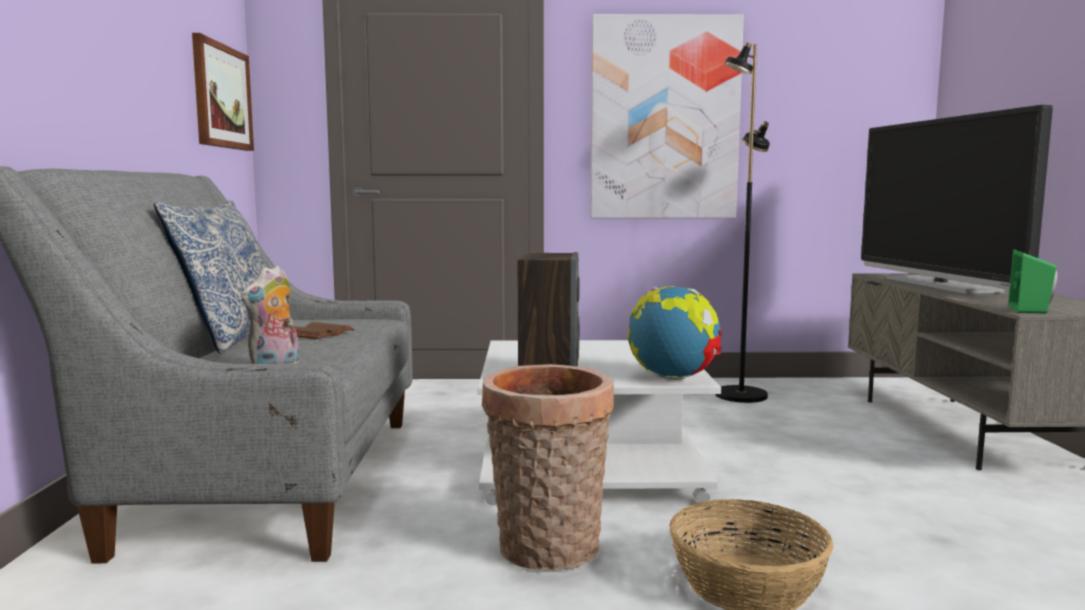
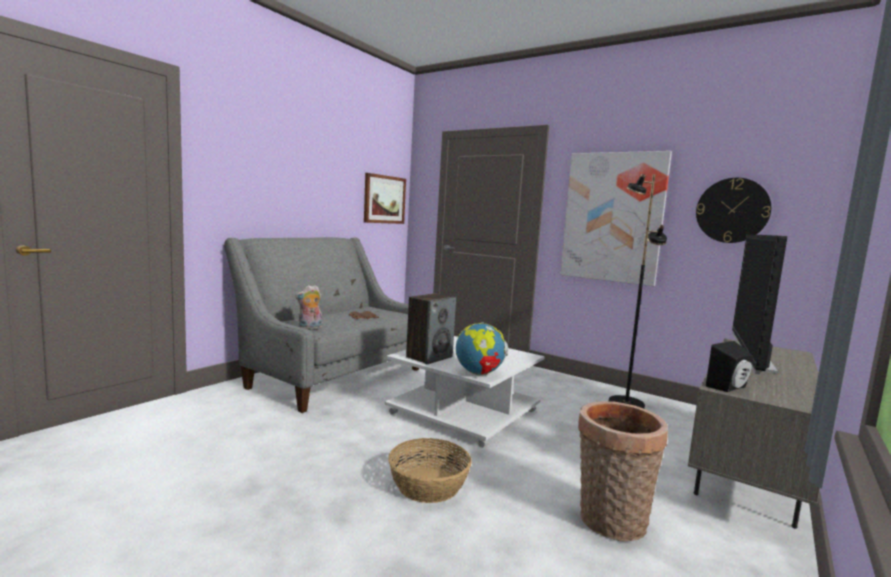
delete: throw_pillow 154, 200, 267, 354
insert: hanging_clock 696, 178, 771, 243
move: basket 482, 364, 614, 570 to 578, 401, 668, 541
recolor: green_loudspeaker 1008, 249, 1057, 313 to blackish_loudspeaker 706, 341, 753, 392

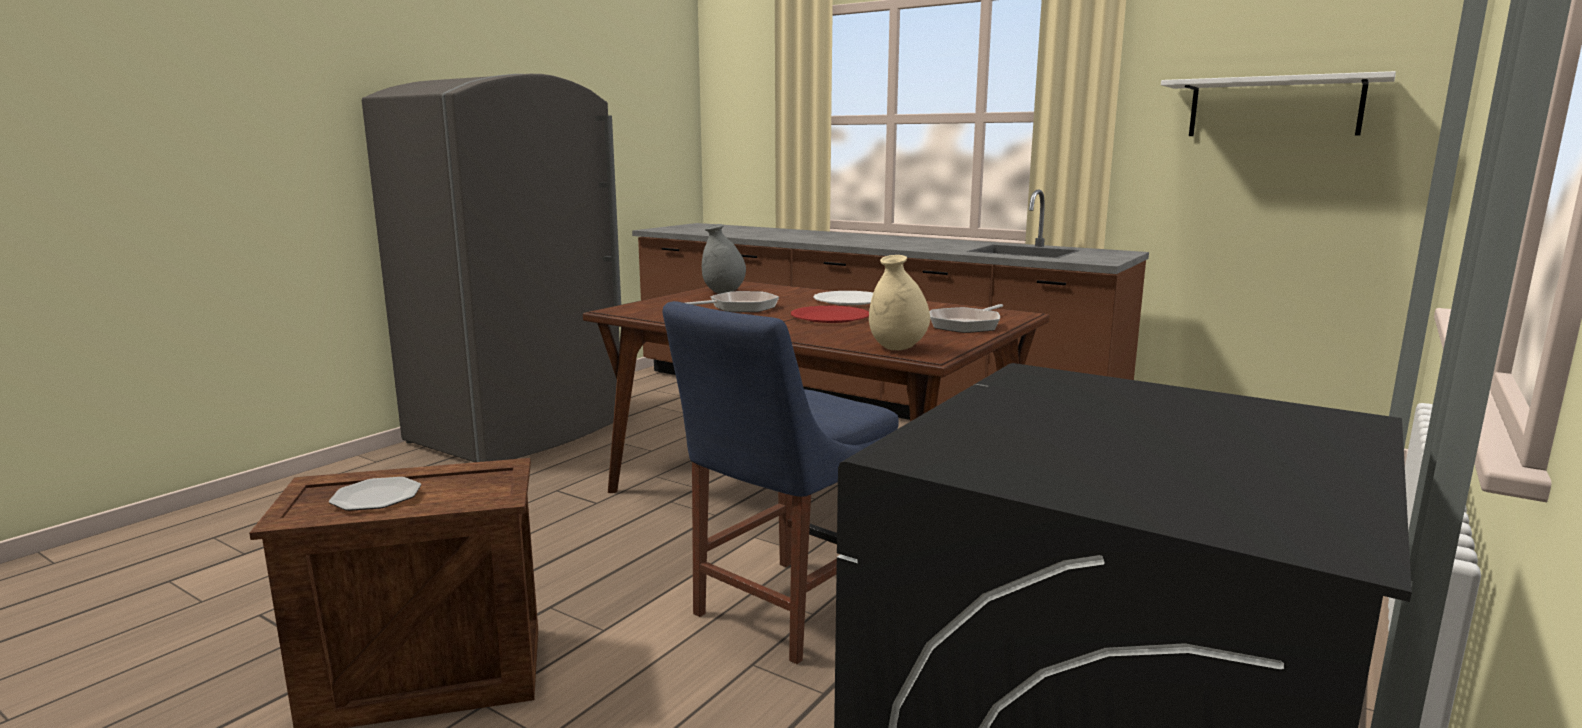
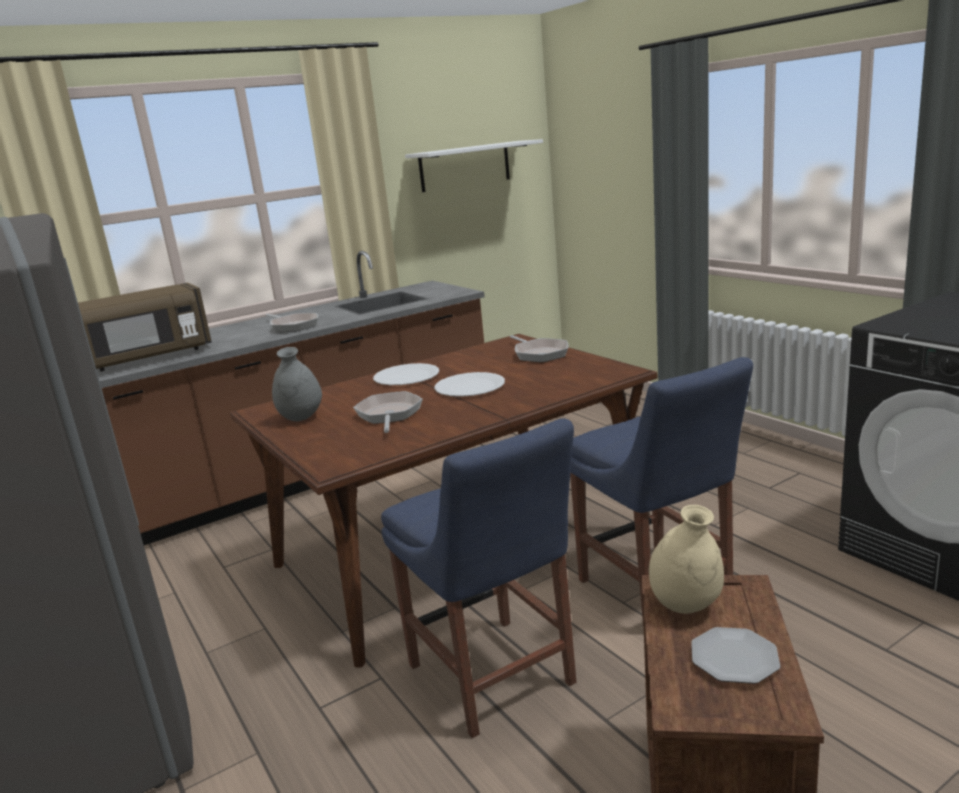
insert: brownish_kitchen_microwave 78, 283, 212, 371; pan 266, 313, 318, 332; bluish_plain_chair 381, 418, 577, 738
move: beige-coloured_vase 869, 255, 930, 350 to 649, 505, 724, 614
recolor: red_plate 791, 306, 869, 323 to whitish_plate 434, 372, 505, 397

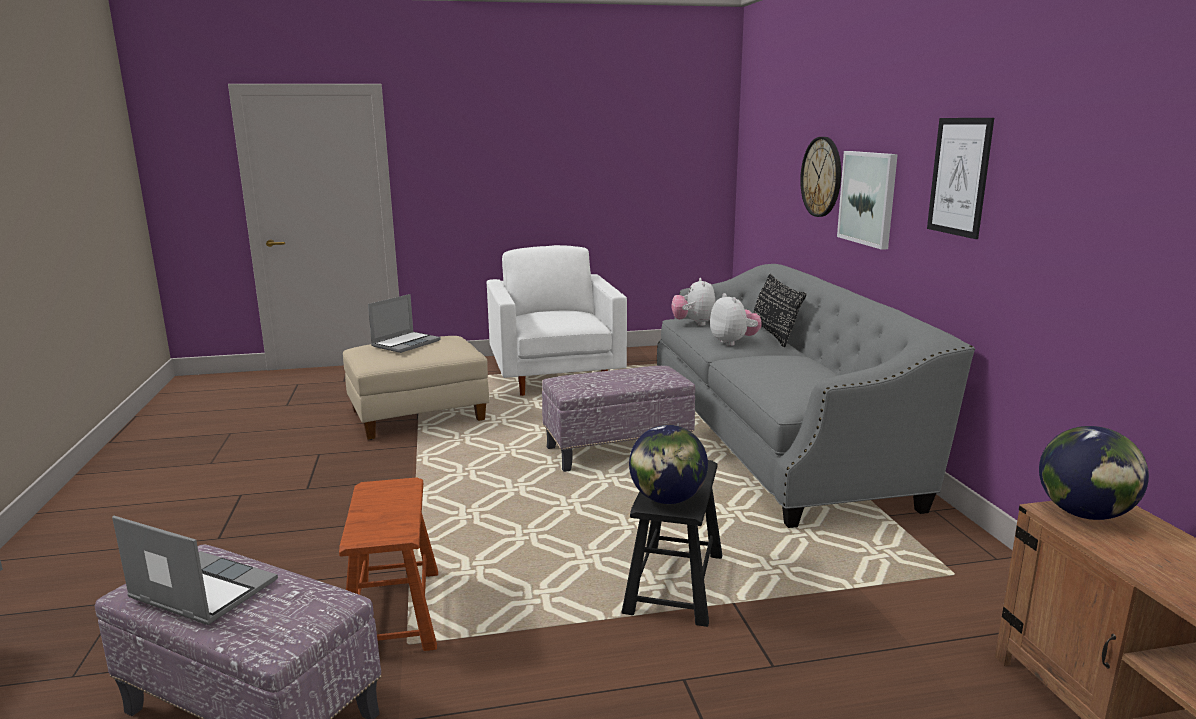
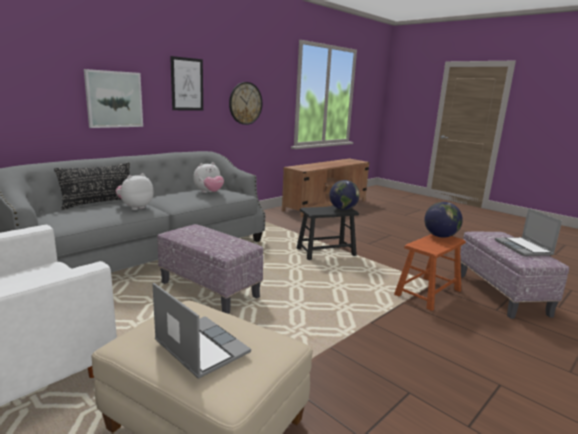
move: plush_toy 671, 278, 715, 326 to 193, 162, 224, 193; hanging_clock 800, 137, 841, 217 to 229, 82, 262, 125; world_globe 1039, 426, 1149, 520 to 424, 202, 463, 238
rotate: portable_computer 368, 294, 440, 353 = 152, 283, 251, 379 45 degrees clockwise

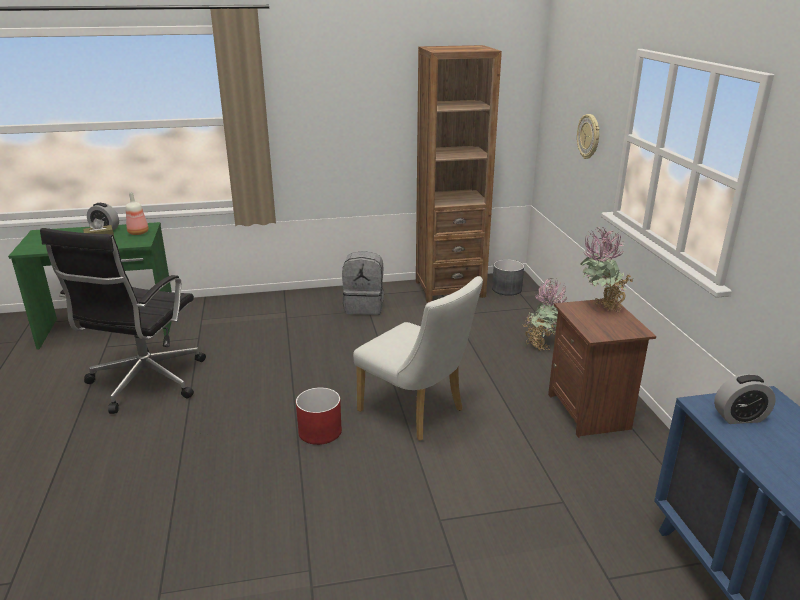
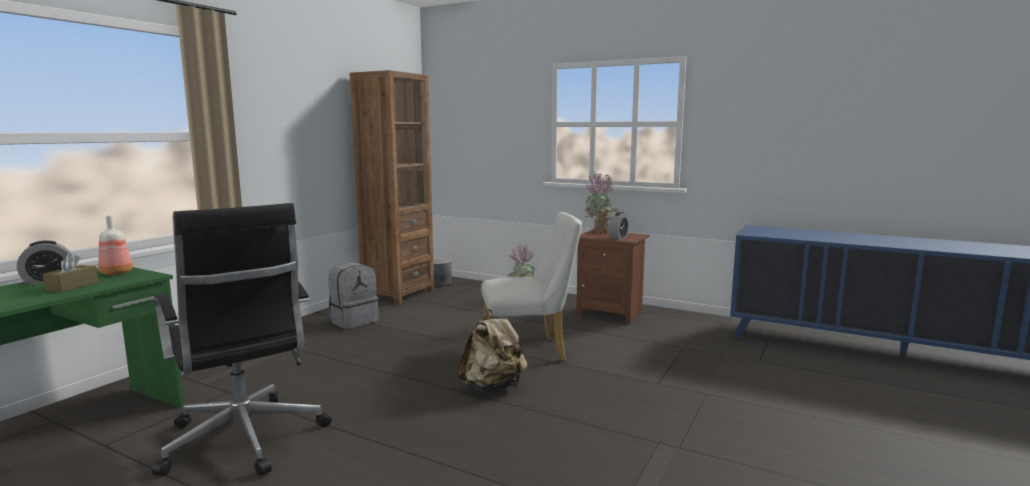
delete: hanging_clock 577, 114, 600, 159
move: alarm_clock 714, 374, 776, 424 to 609, 212, 629, 240
replace: red_planter 296, 387, 342, 445 to beige-coloured_knapsack 457, 309, 527, 391

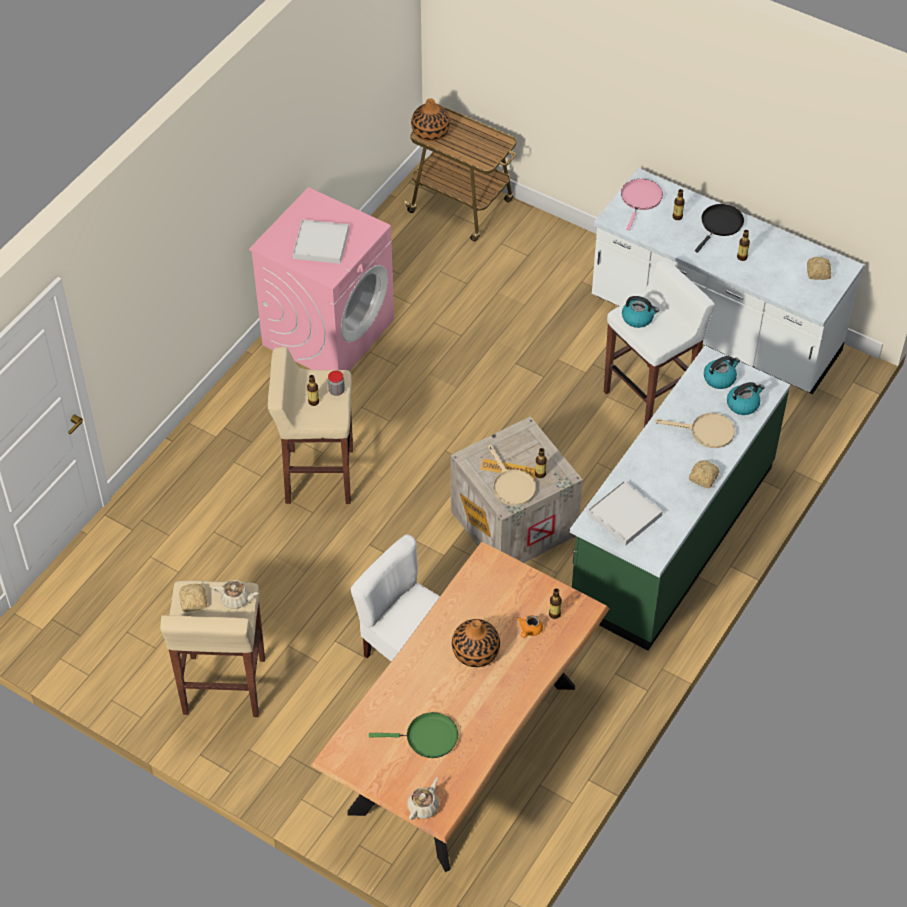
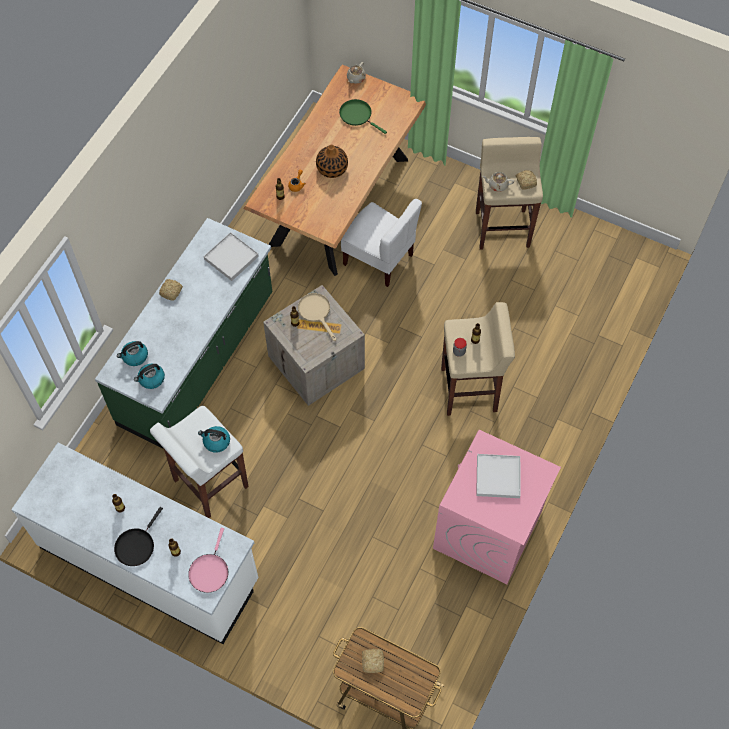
delete: vase 411, 98, 450, 141; beige-coloured_pan 655, 413, 735, 448
move: bakery_bread 807, 257, 831, 280 to 362, 648, 384, 673
rotate: green_pan 369, 712, 458, 758 = 339, 99, 387, 134 45 degrees clockwise

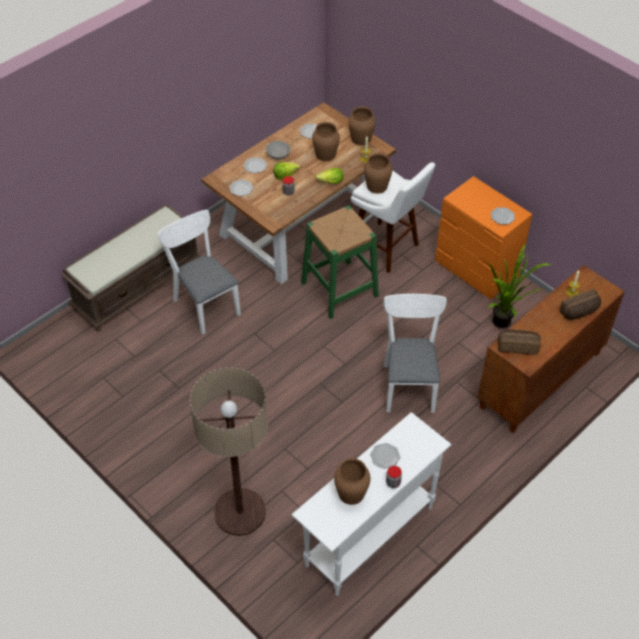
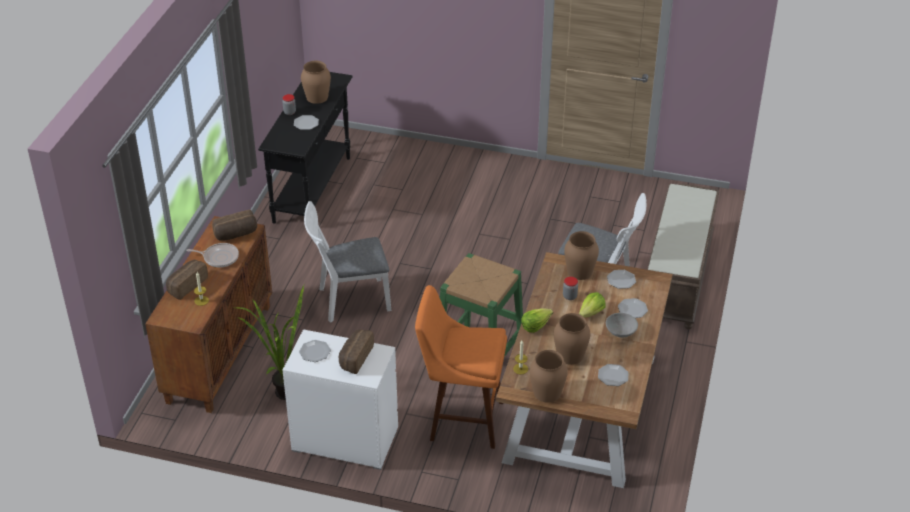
delete: floor_lamp 190, 367, 268, 536
insert: pan 186, 243, 239, 267; bakery_bread 339, 330, 374, 374
move: brownish_vase 364, 153, 392, 194 to 564, 231, 599, 280
recolor: whitish_console_table 291, 412, 451, 596 to blackish_console_table 258, 72, 353, 223; whitish_sitting_stool 351, 162, 435, 273 to orange_sitting_stool 415, 285, 507, 449; orange_dresser 435, 176, 532, 299 to whitish_dresser 283, 329, 398, 470
rotate: whitish_plain_chair 384, 294, 447, 413 = 304, 201, 391, 323 105 degrees clockwise

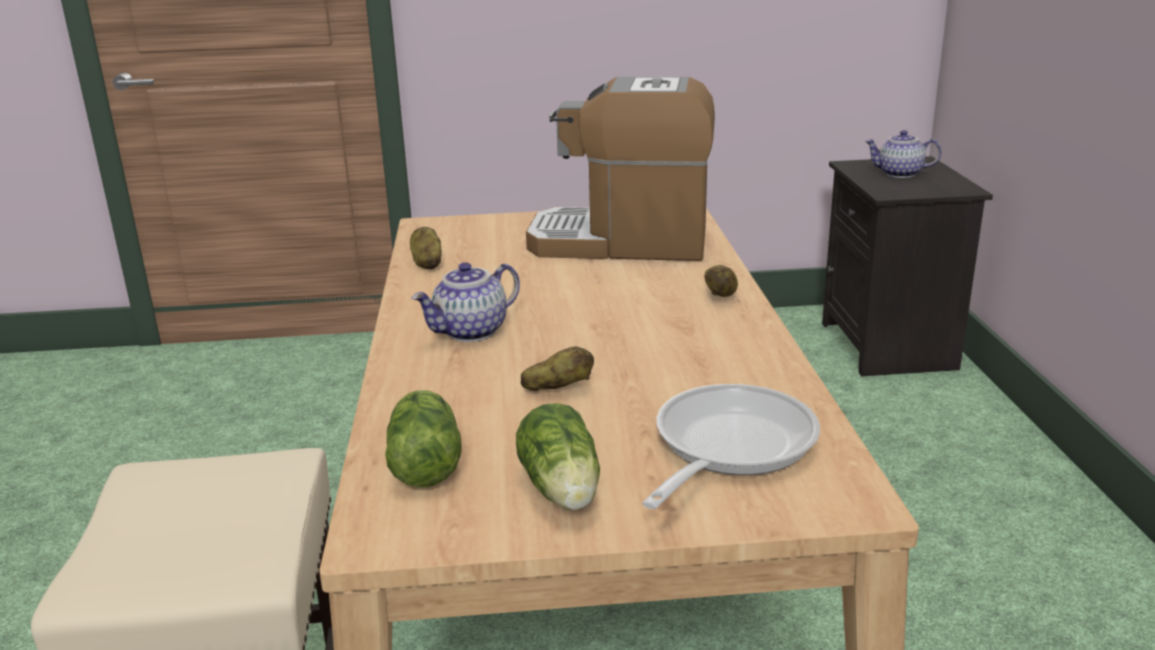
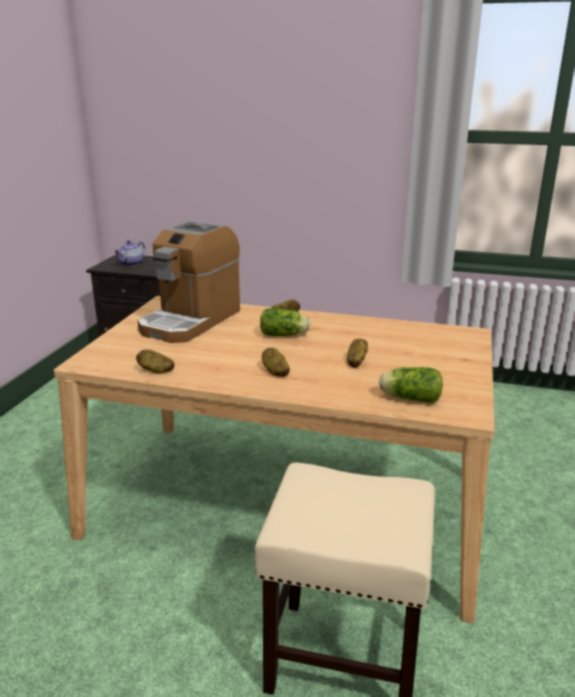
delete: pan 642, 384, 820, 509
move: head_of_lettuce 516, 403, 600, 510 to 260, 308, 311, 336
replace: teapot 412, 262, 520, 342 to whole_potato 262, 348, 290, 377

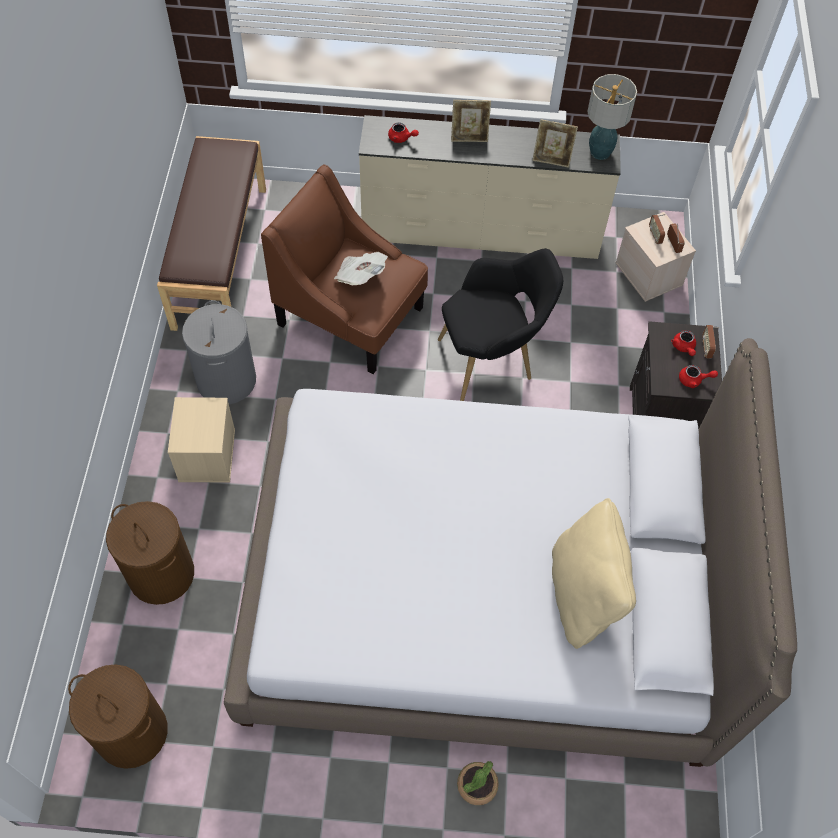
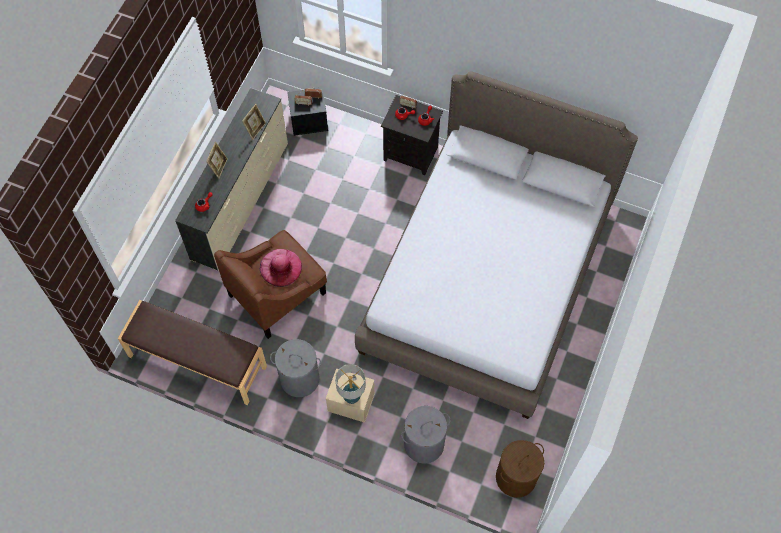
delete: blackish_armchair 438, 248, 563, 401; houseplant 457, 761, 499, 805; beige-coloured_throw_pillow 552, 498, 636, 649
move: tabletop_lamp 587, 74, 637, 160 to 335, 364, 366, 404
replace: newspaper 334, 252, 388, 285 to pink-coloured_hat 260, 249, 302, 287
recolor: brownish_laundry_basket 106, 501, 194, 605 to grey_laundry_basket 401, 406, 450, 464; beige-coloured_storage_box 615, 212, 696, 302 to blackish_storage_box 287, 87, 328, 136

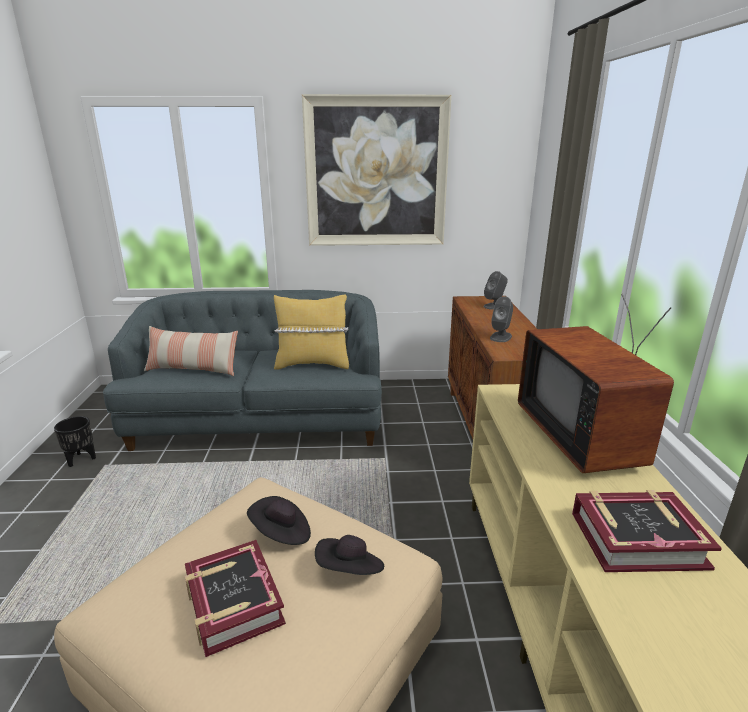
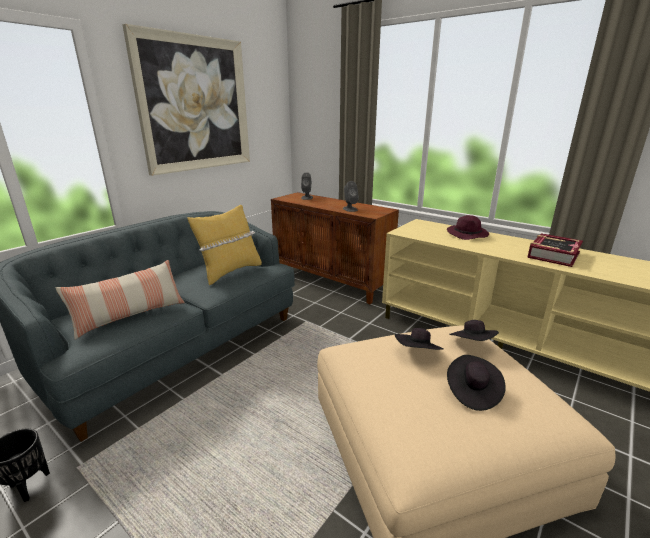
replace: bound_book 185, 540, 286, 657 to blackish_hat 447, 355, 506, 411; TV 518, 294, 674, 473 to purple_hat 447, 215, 489, 240

